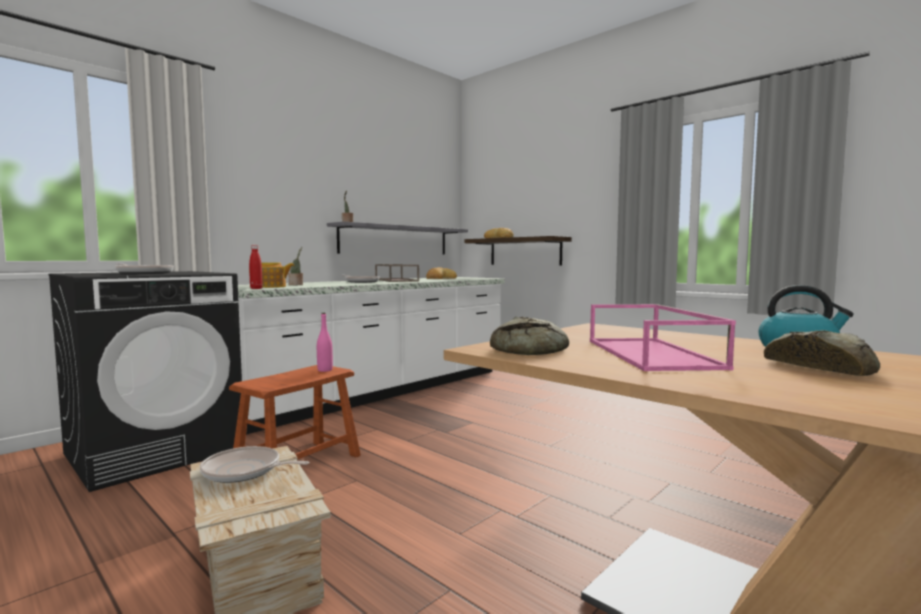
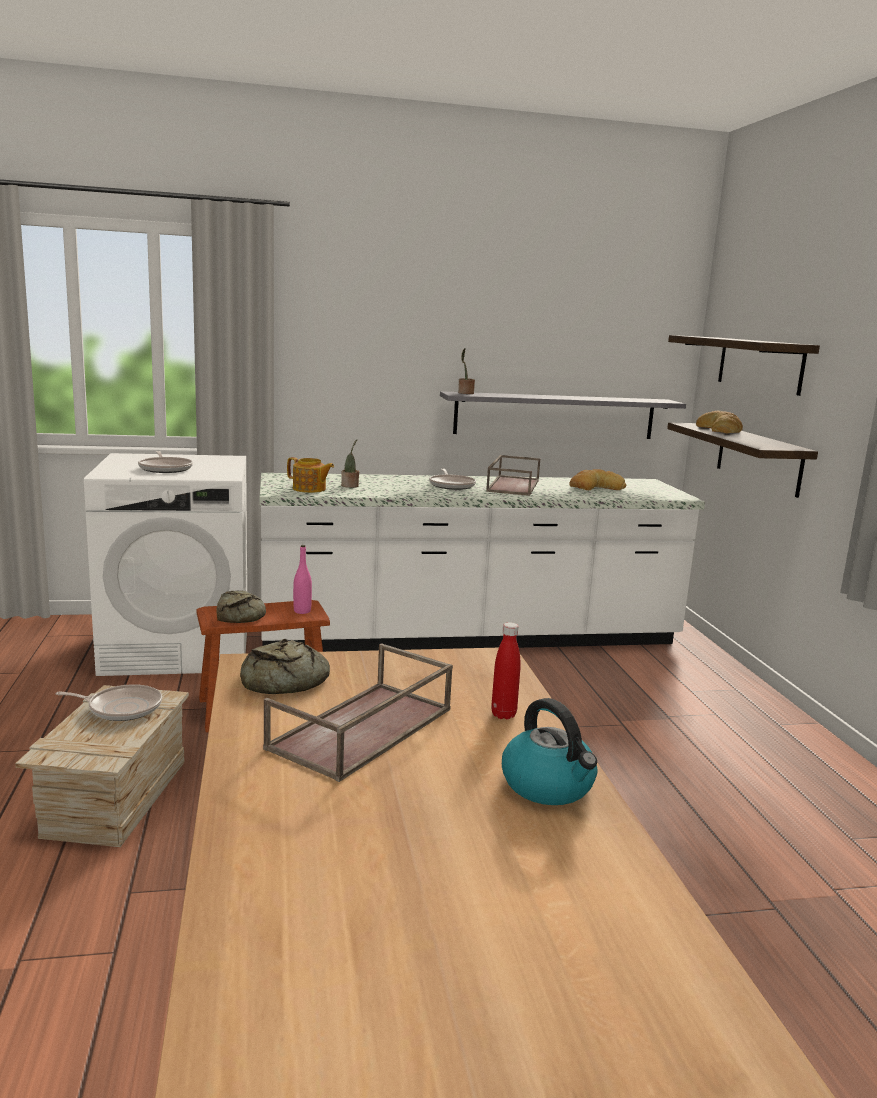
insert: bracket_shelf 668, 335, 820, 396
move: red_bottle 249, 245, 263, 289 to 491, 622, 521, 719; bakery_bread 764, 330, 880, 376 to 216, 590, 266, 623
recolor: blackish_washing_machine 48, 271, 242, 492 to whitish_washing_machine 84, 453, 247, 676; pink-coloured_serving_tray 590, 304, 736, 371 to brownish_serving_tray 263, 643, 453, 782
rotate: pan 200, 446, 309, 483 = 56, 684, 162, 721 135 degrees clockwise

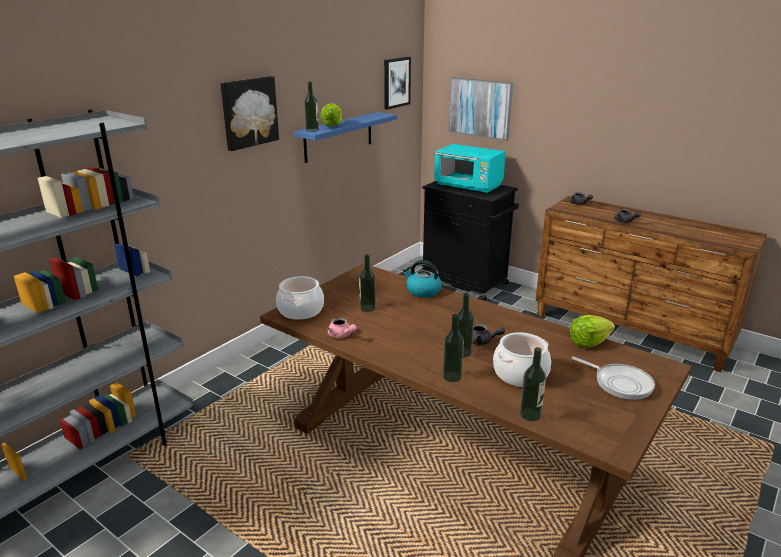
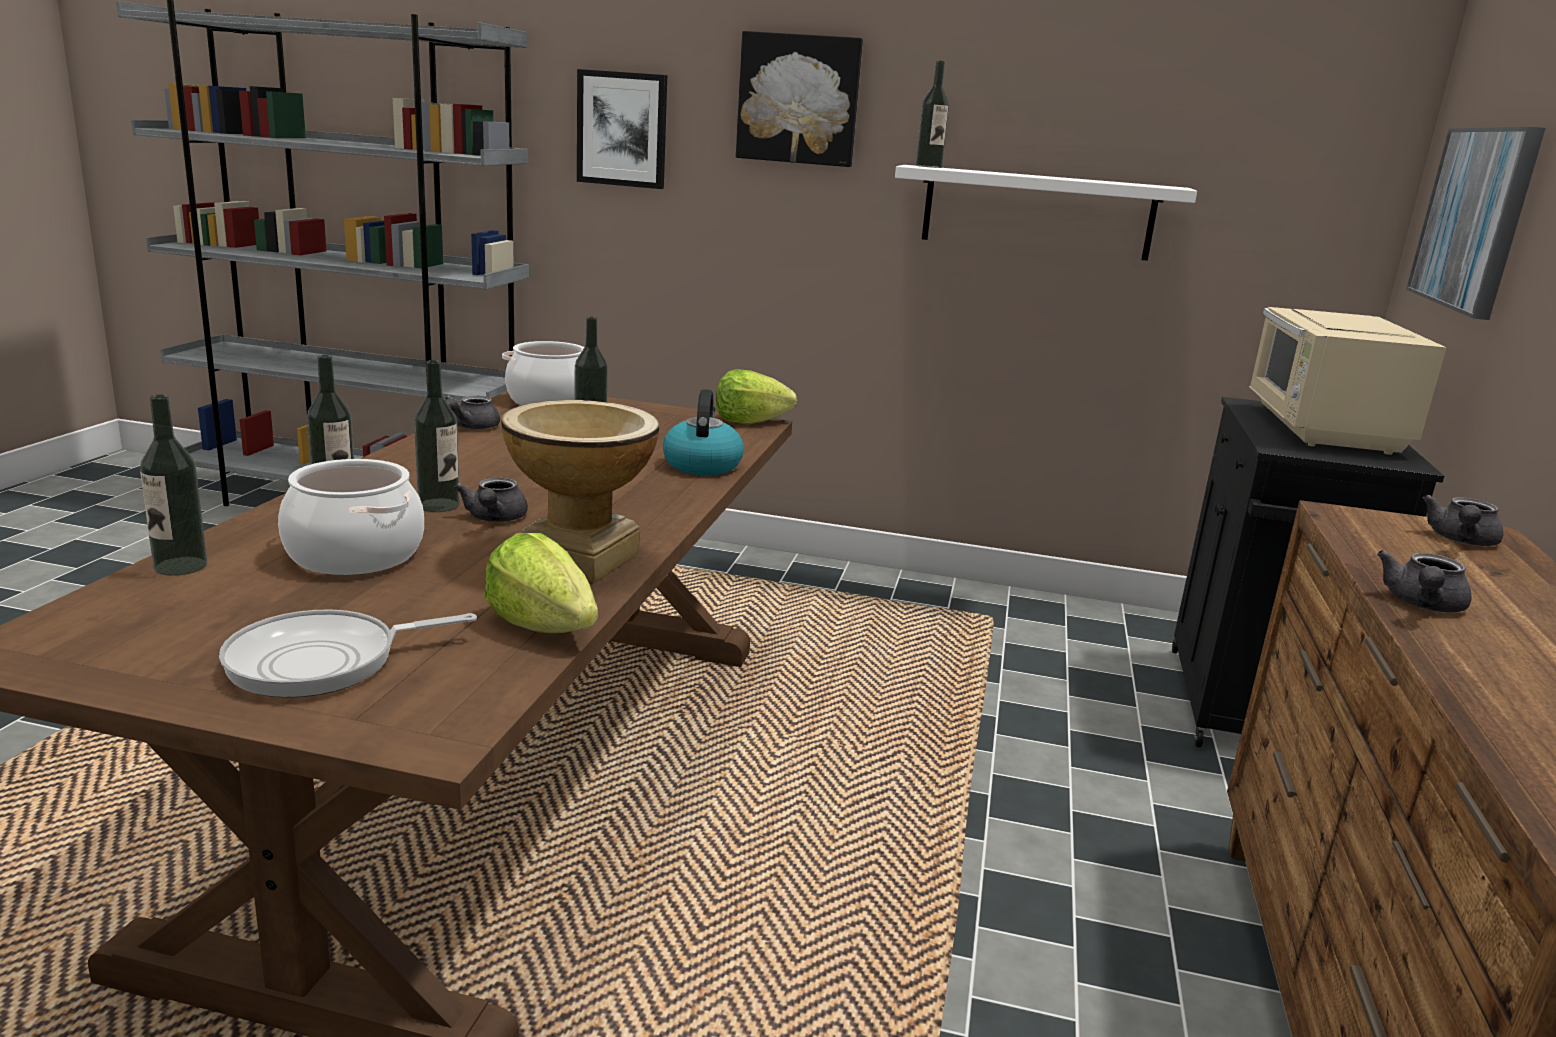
insert: vase 501, 400, 659, 584
move: head_of_lettuce 320, 103, 342, 127 to 716, 369, 797, 424; wall_picture 384, 57, 411, 110 to 577, 69, 667, 189
recolor: bluish_bracket_shelf 294, 112, 397, 163 to whitish_bracket_shelf 895, 165, 1197, 261; pink-coloured_teapot 327, 318, 357, 338 to grey_teapot 445, 395, 500, 430; turquoise-coloured_kitchen_microwave 434, 144, 506, 193 to beige-coloured_kitchen_microwave 1249, 307, 1447, 455
rotate: pan 572, 357, 655, 400 = 219, 610, 477, 698 45 degrees clockwise

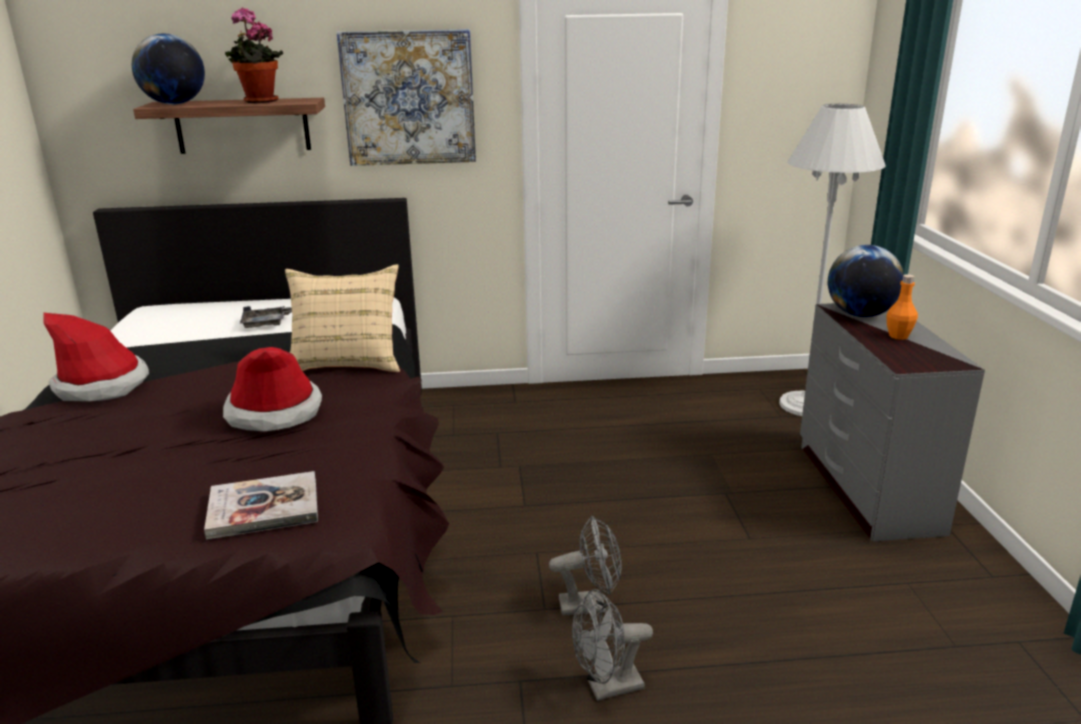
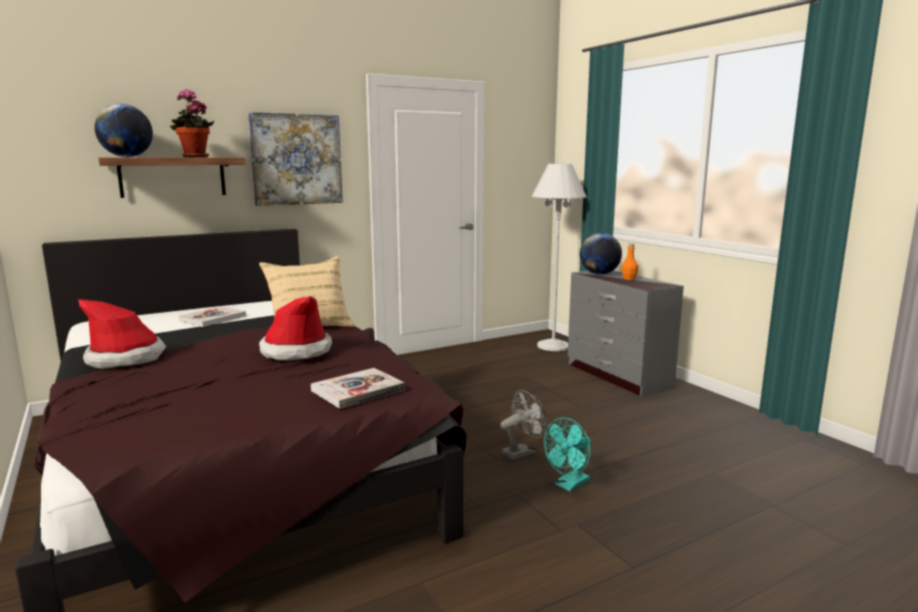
replace: grey_serving_tray 240, 306, 292, 328 to bound_book 178, 306, 246, 327
recolor: grey_fan 572, 589, 653, 701 to turquoise-coloured_fan 544, 418, 591, 491

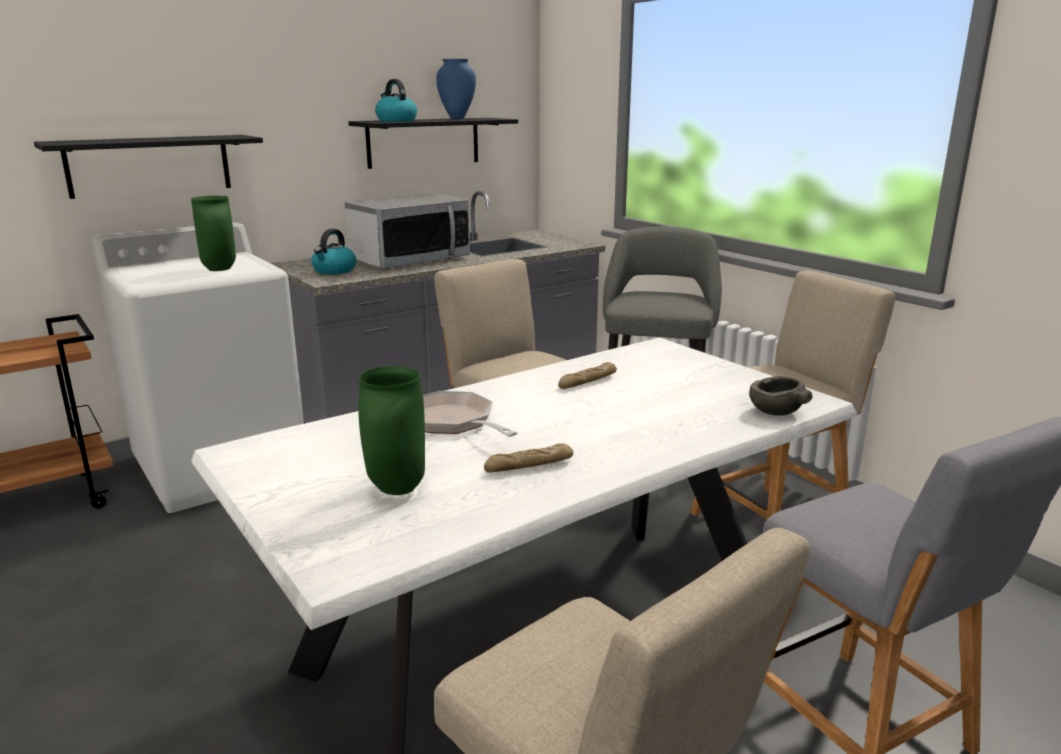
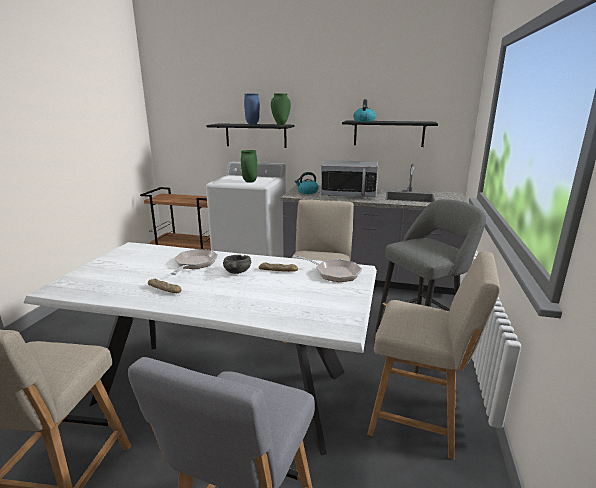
insert: pan 292, 255, 362, 282
move: green_vase 358, 366, 425, 495 to 271, 94, 291, 125; bluish_vase 436, 59, 476, 119 to 244, 94, 260, 124; grey_deep_dish 749, 376, 813, 416 to 223, 255, 251, 274

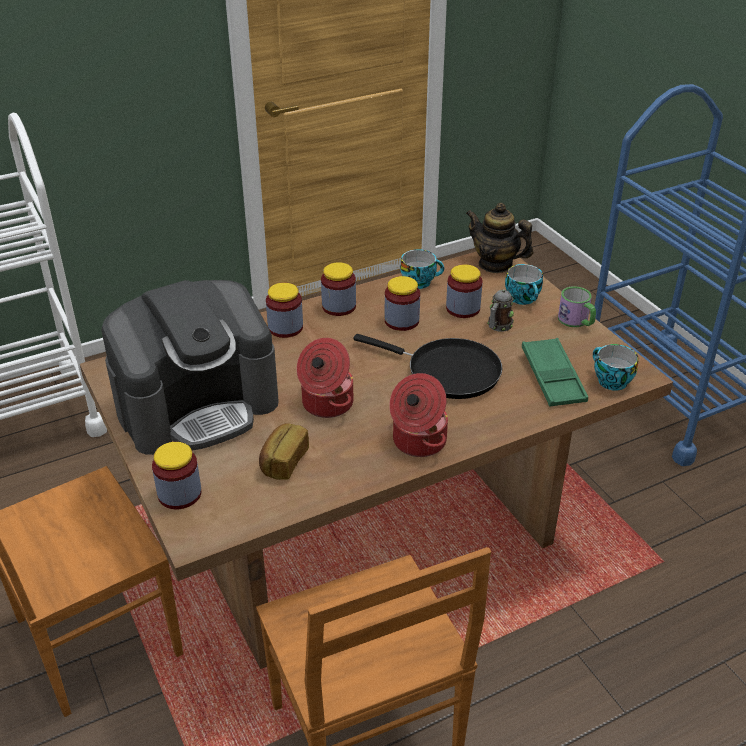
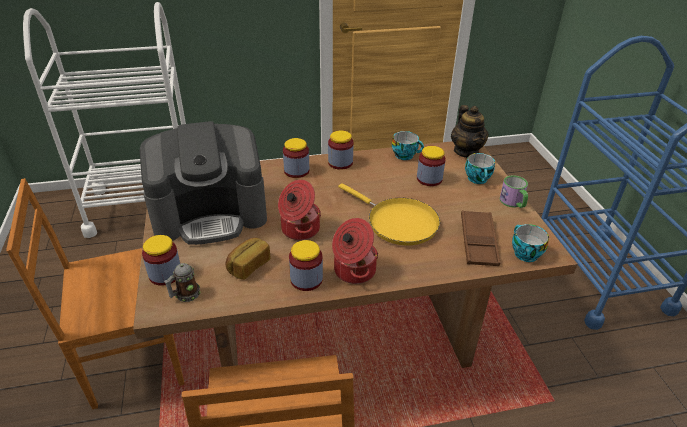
move: storage_jar 385, 276, 420, 331 to 289, 240, 323, 291; mug 487, 290, 514, 332 to 164, 263, 201, 302
recolor: blackish_pan 353, 334, 502, 399 to yellow-coloured_pan 338, 183, 440, 245; green_serving_tray 522, 338, 588, 407 to brownish_serving_tray 461, 210, 500, 266
rotate: teapot 466, 203, 533, 273 = 451, 105, 489, 158 150 degrees counterclockwise

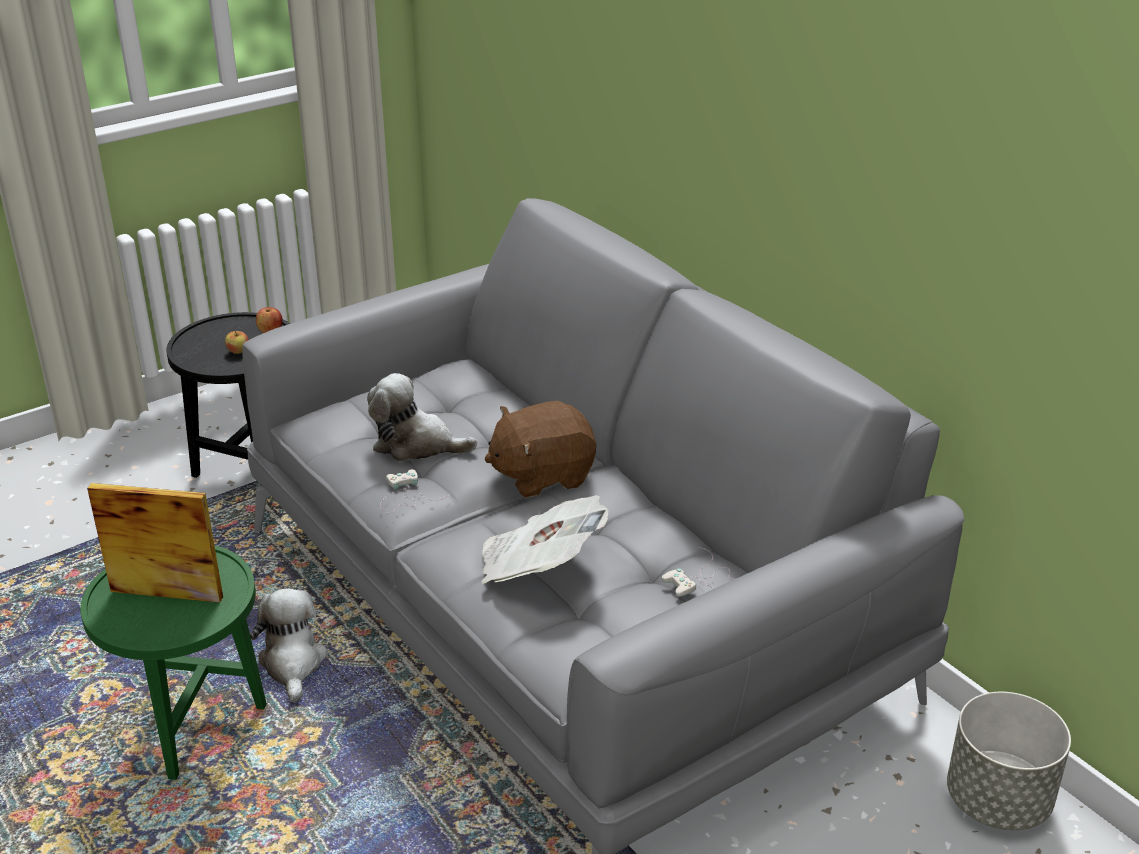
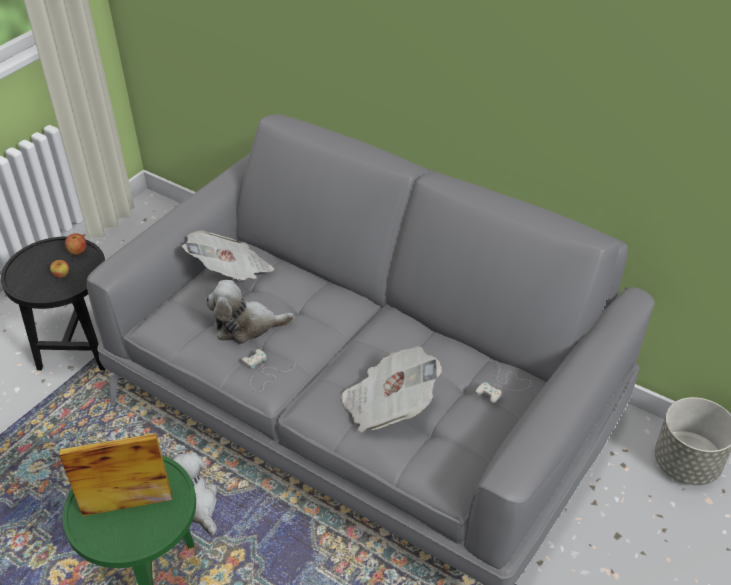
delete: brownish_plush_toy 484, 401, 596, 498
insert: newspaper 182, 230, 274, 281

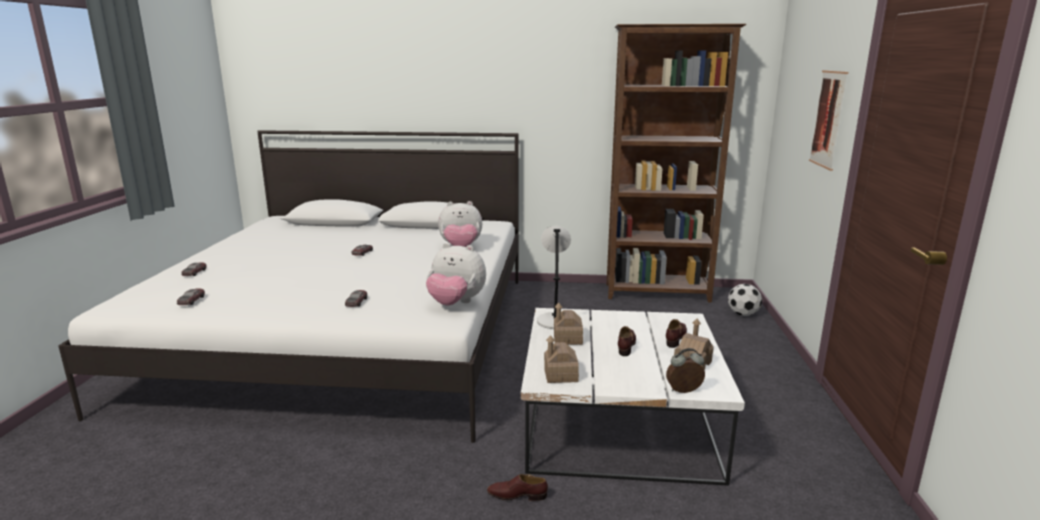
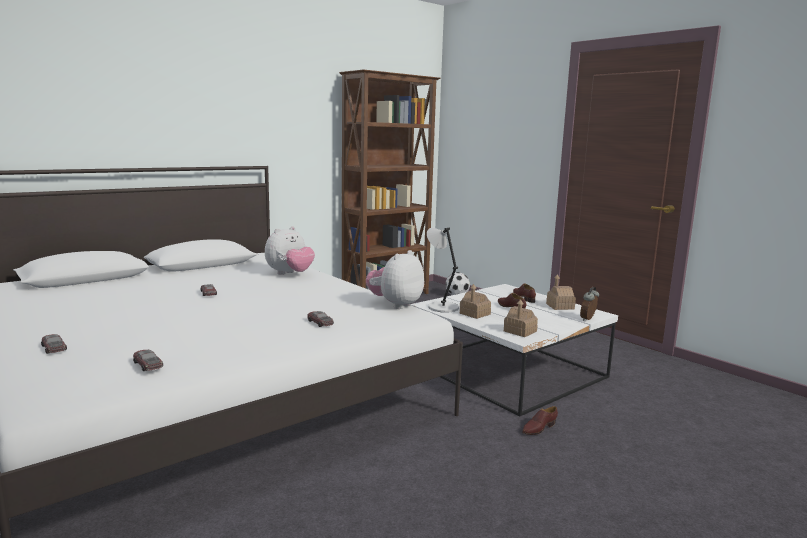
delete: wall_picture 809, 70, 848, 171
rotate: plush_toy 426, 243, 486, 306 = 366, 250, 424, 309 150 degrees clockwise

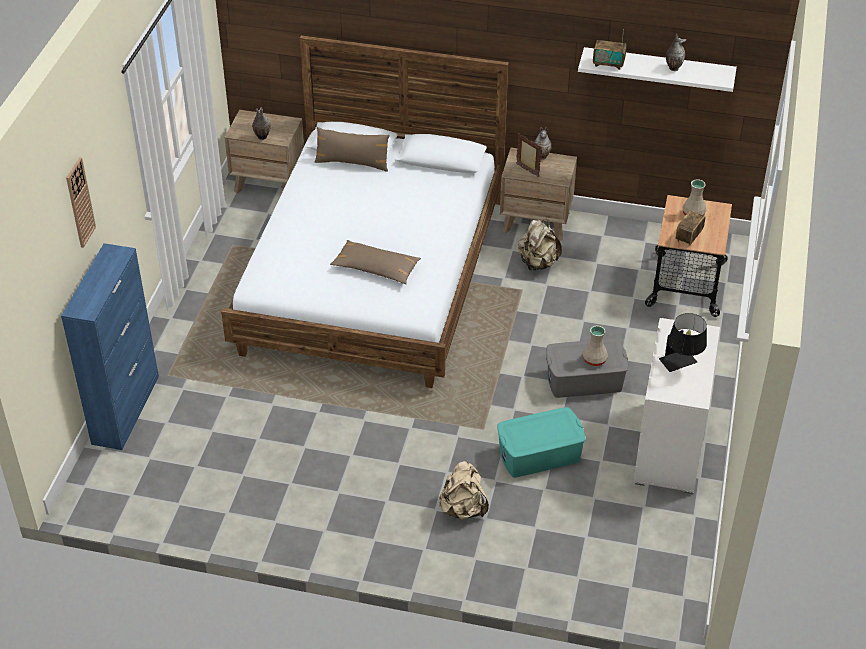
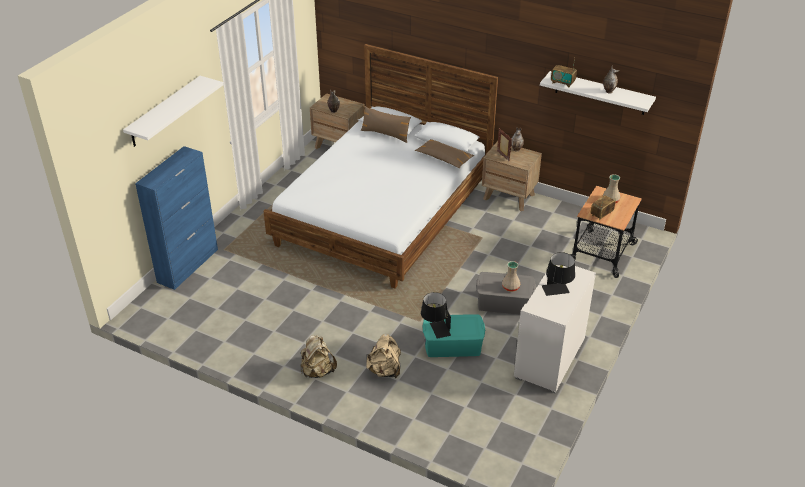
insert: blackish_tabletop_lamp 421, 292, 451, 339
move: brownish_throw_pillow 330, 240, 421, 284 to 415, 139, 474, 168; beige-coloured_knapsack 518, 219, 562, 271 to 301, 335, 337, 378
replace: hanging_clock 66, 157, 96, 248 to whitish_bracket_shelf 123, 76, 223, 147

